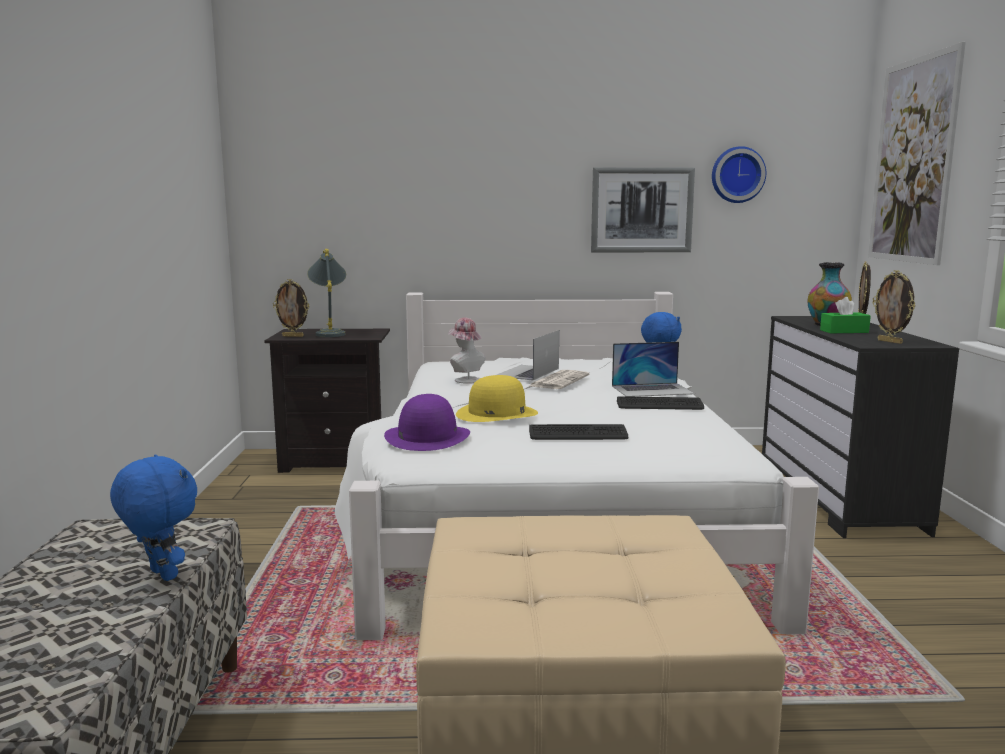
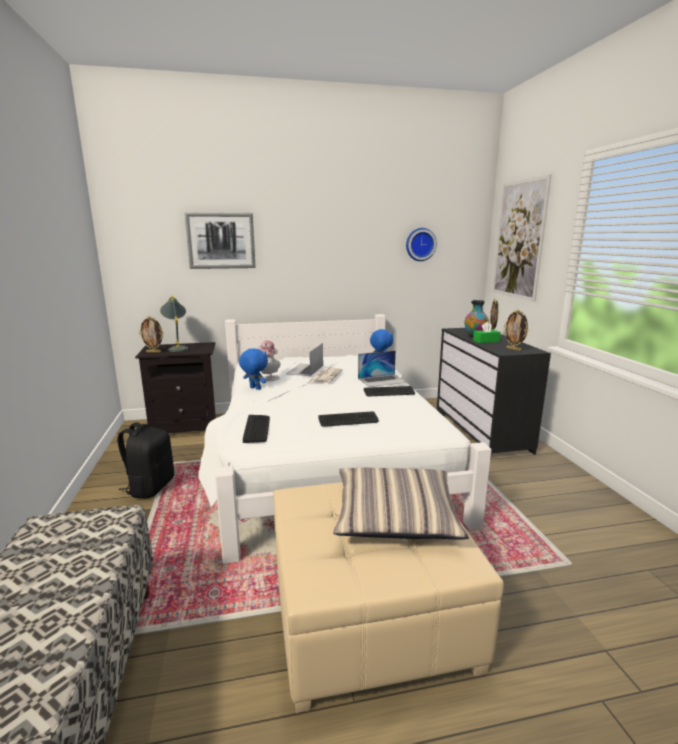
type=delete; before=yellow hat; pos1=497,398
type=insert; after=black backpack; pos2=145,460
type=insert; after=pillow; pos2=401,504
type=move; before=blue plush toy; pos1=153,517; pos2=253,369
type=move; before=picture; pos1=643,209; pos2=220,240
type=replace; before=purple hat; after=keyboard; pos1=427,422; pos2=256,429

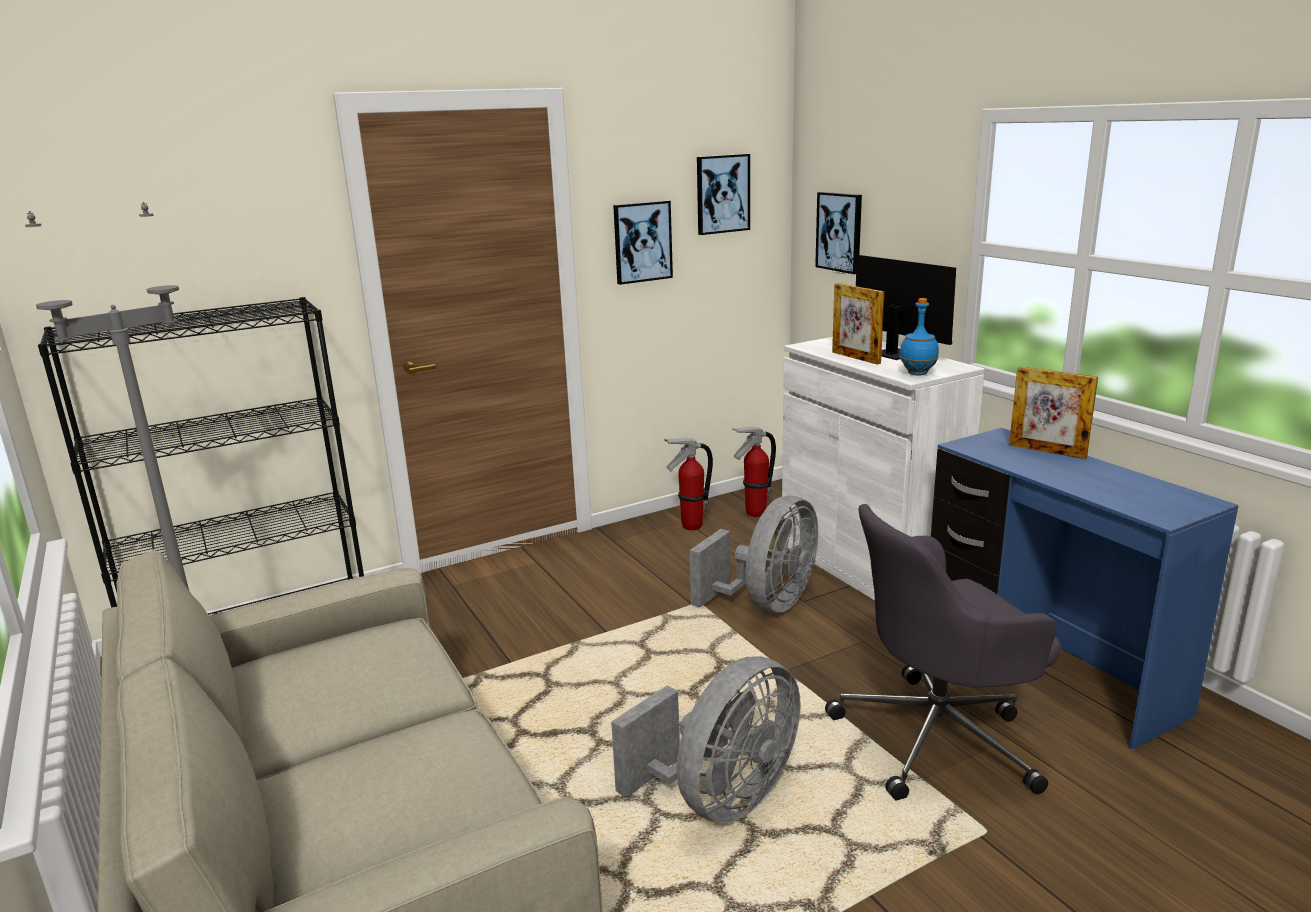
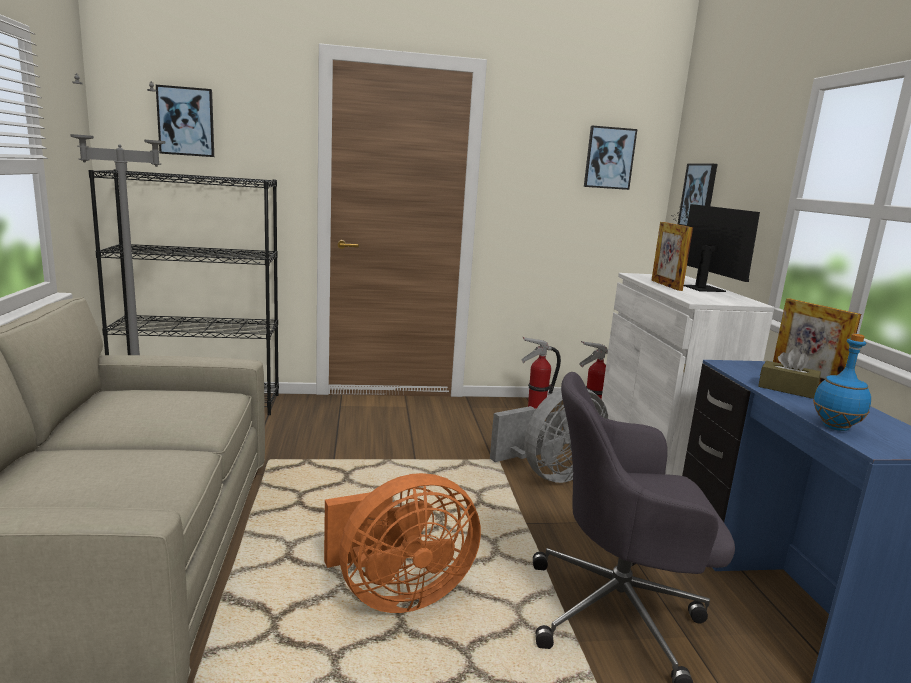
type=insert; after=brown tissue box; pos2=789,374
type=move; before=picture; pos1=643,242; pos2=185,121
type=move; before=blue bottle; pos1=919,336; pos2=842,382
type=recolor; before=grey fan; after=orange fan; pos1=706,739; pos2=402,543

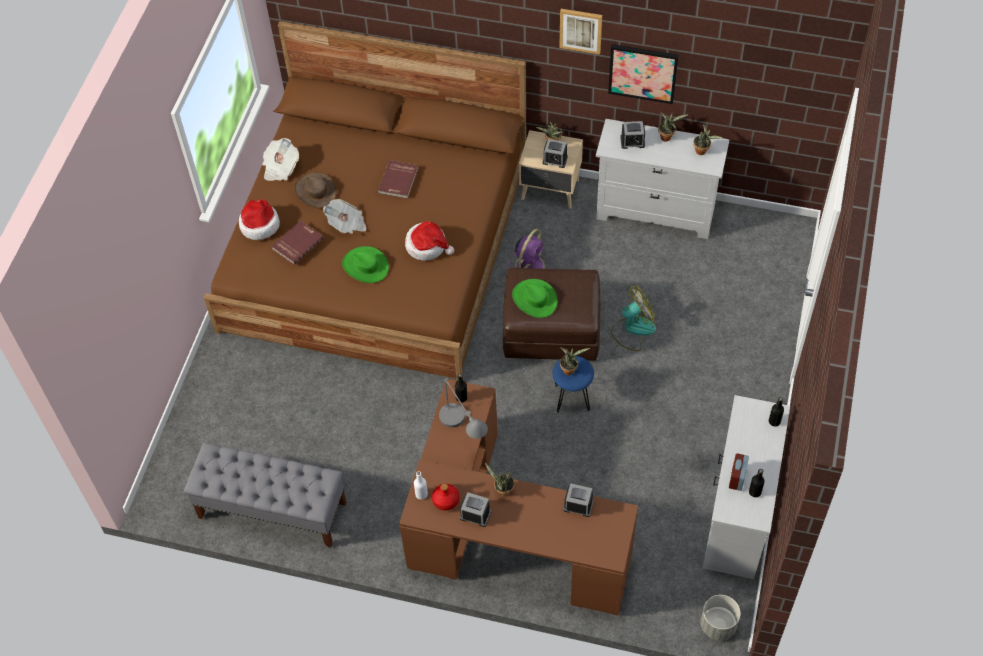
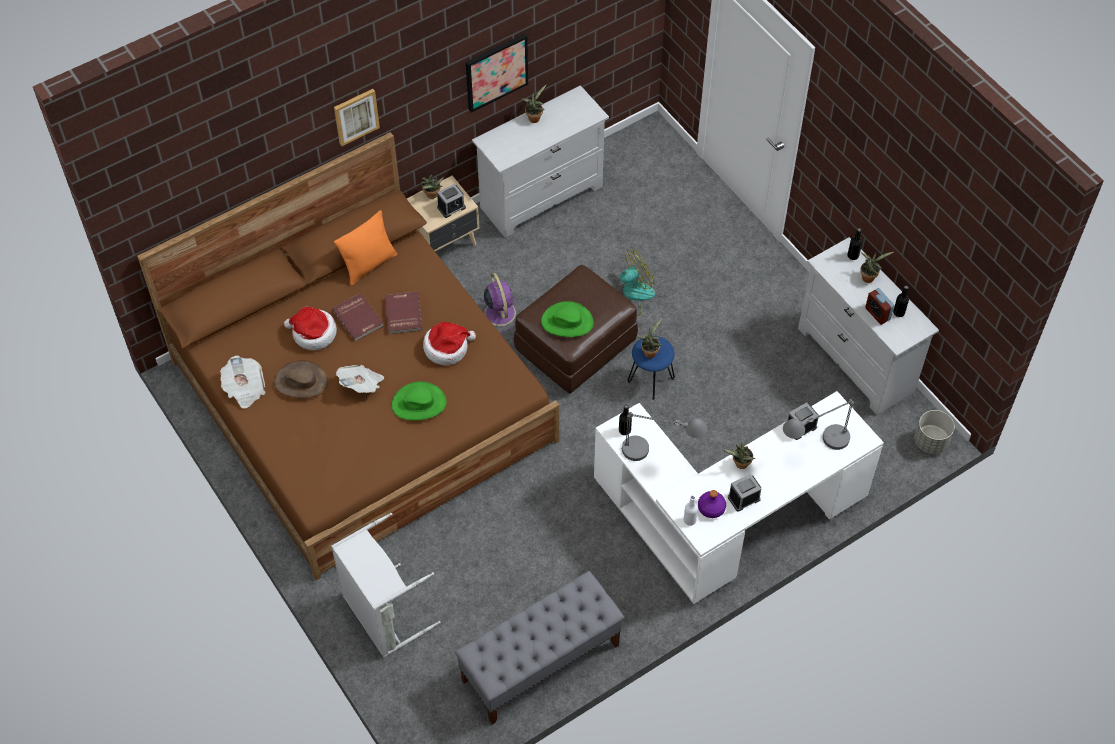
type=delete; before=alarm clock; pos1=632,135
type=insert; after=grey laundry basket; pos2=386,585
type=insert; after=orange pillow; pos2=365,248
type=insert; after=grey table lamp; pos2=818,424
type=move; before=hat; pos1=259,219; pos2=310,328
type=move; before=red book; pos1=297,243; pos2=404,313
type=move; before=picture; pos1=580,32; pos2=357,117
type=move; before=potted plant; pos1=707,139; pos2=877,267
type=recolor; before=brown desk; after=white desk; pos1=518,497; pos2=739,497
type=recolor; before=red bottle; after=purple bottle; pos1=445,496; pos2=712,504
type=rotate; before=fan; pos1=633,318; pos2=635,282; turn=45

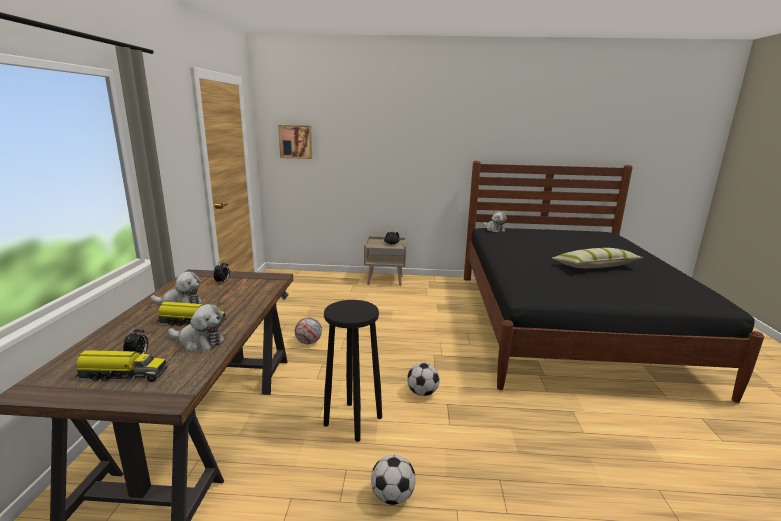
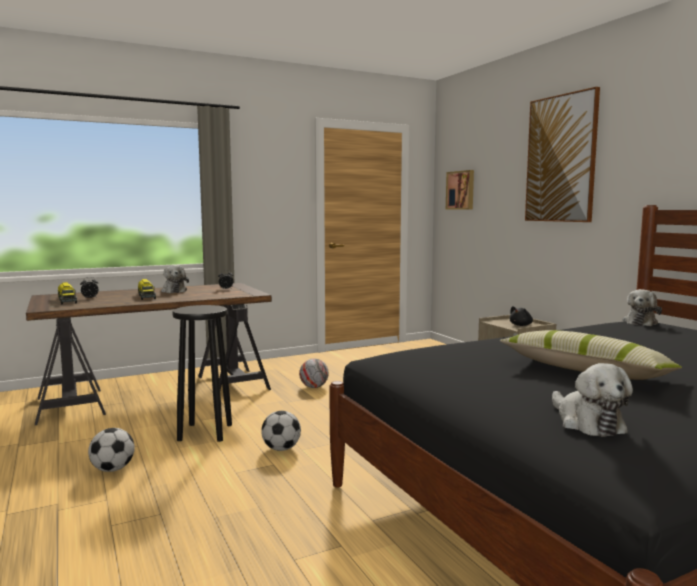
type=insert; after=picture; pos2=562,154
type=move; before=plush toy; pos1=196,328; pos2=592,400

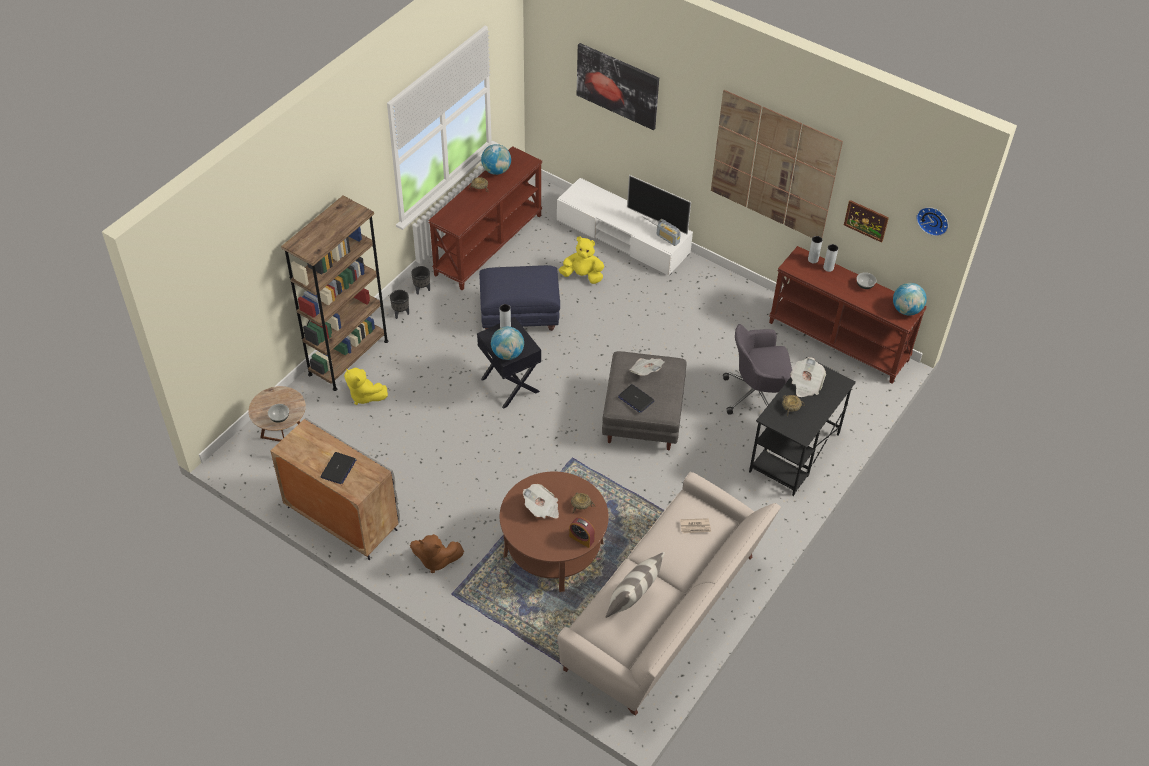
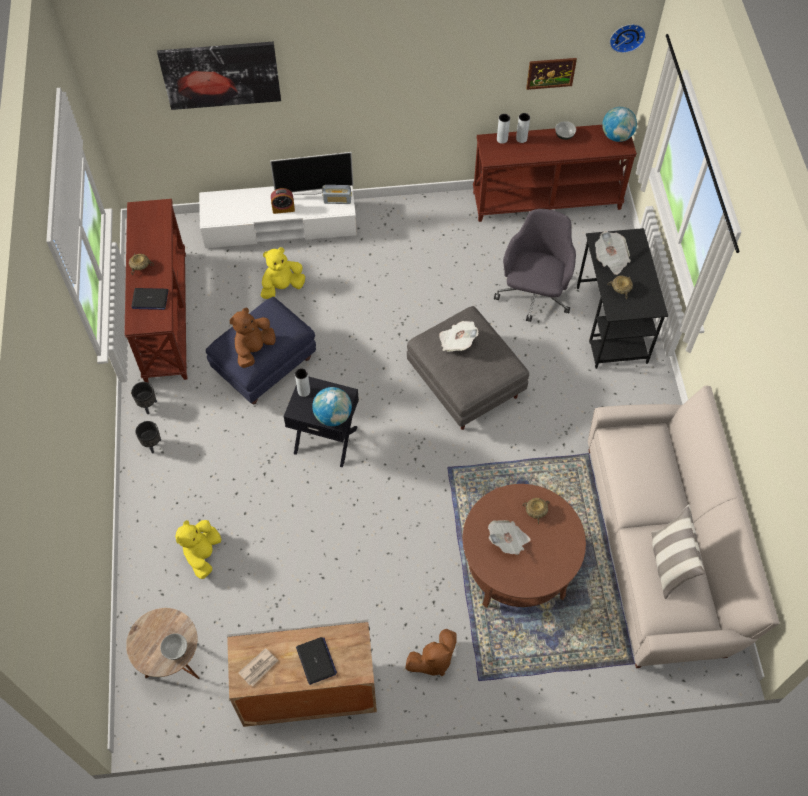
type=delete; before=brown bookcase; pos1=335,293
type=delete; before=globe; pos1=496,159
type=delete; before=picture; pos1=777,164
type=insert; after=brown plush toy; pos2=253,338
type=move; before=alarm clock; pos1=582,532; pos2=283,201
type=move; before=laptop; pos1=636,398; pos2=149,299
type=move; before=newspaper; pos1=695,526; pos2=258,667
type=rotate; before=yellow plush toy; pos1=366,386; pos2=198,549; turn=105
type=rotate; before=grey office chair; pos1=757,369; pos2=535,265; turn=150

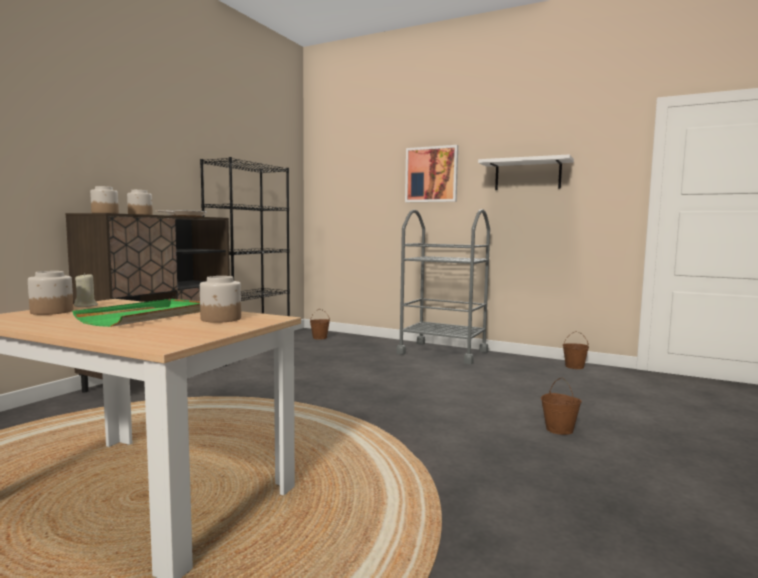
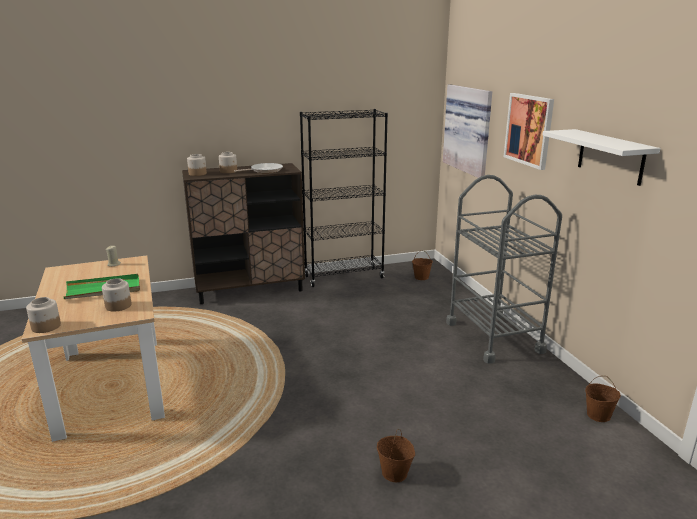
type=insert; after=picture; pos2=467,131
type=move; before=jar; pos1=50,293; pos2=43,315

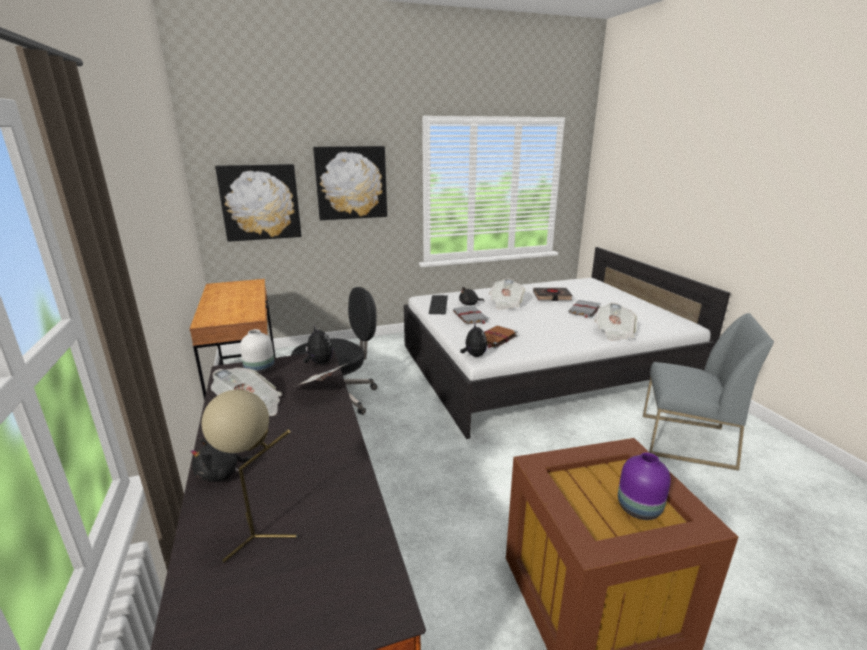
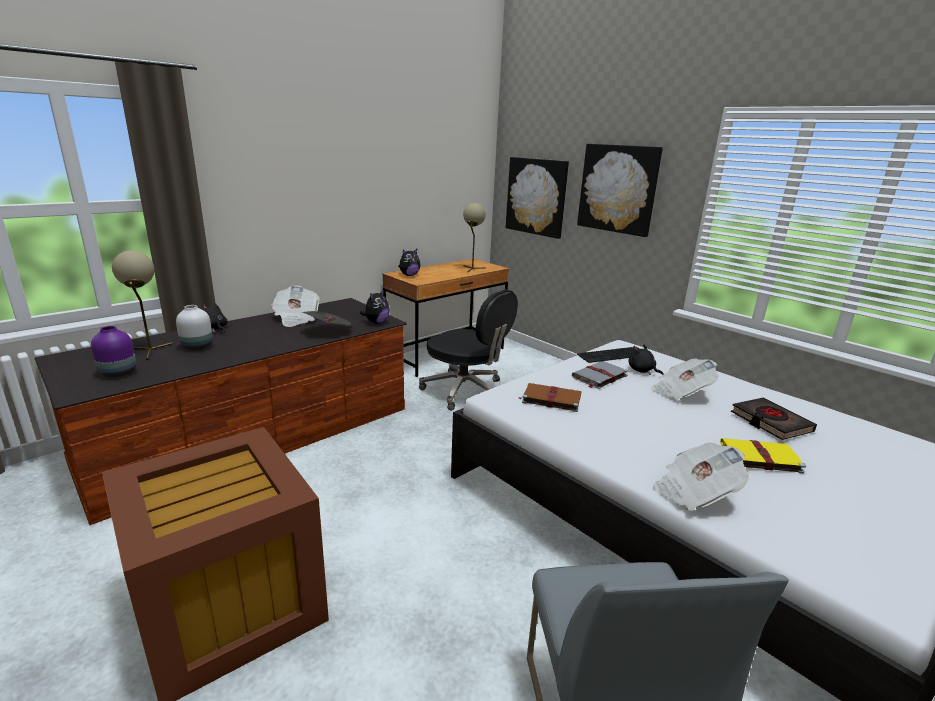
type=insert; after=beige table lamp; pos2=474,237
type=move; before=white vase; pos1=257,351; pos2=194,327
type=move; before=plush toy; pos1=473,339; pos2=409,262
type=move; before=purple vase; pos1=644,486; pos2=113,352
type=recolor; before=grey book; after=yellow book; pos1=584,309; pos2=763,456

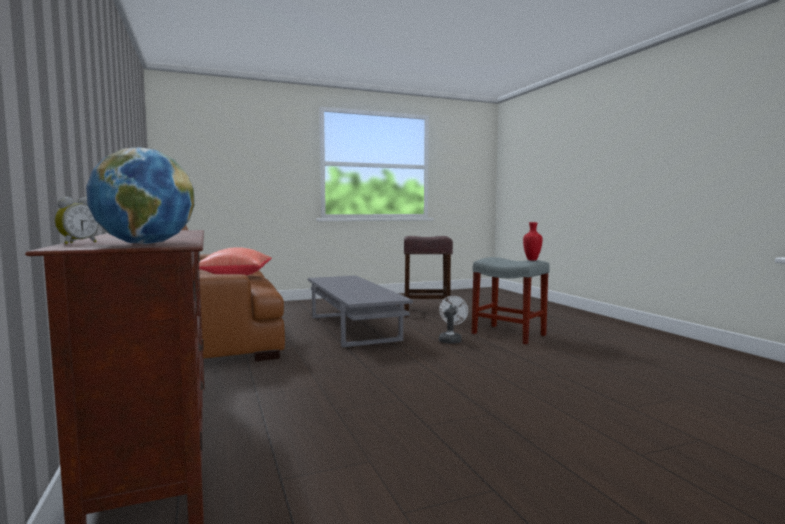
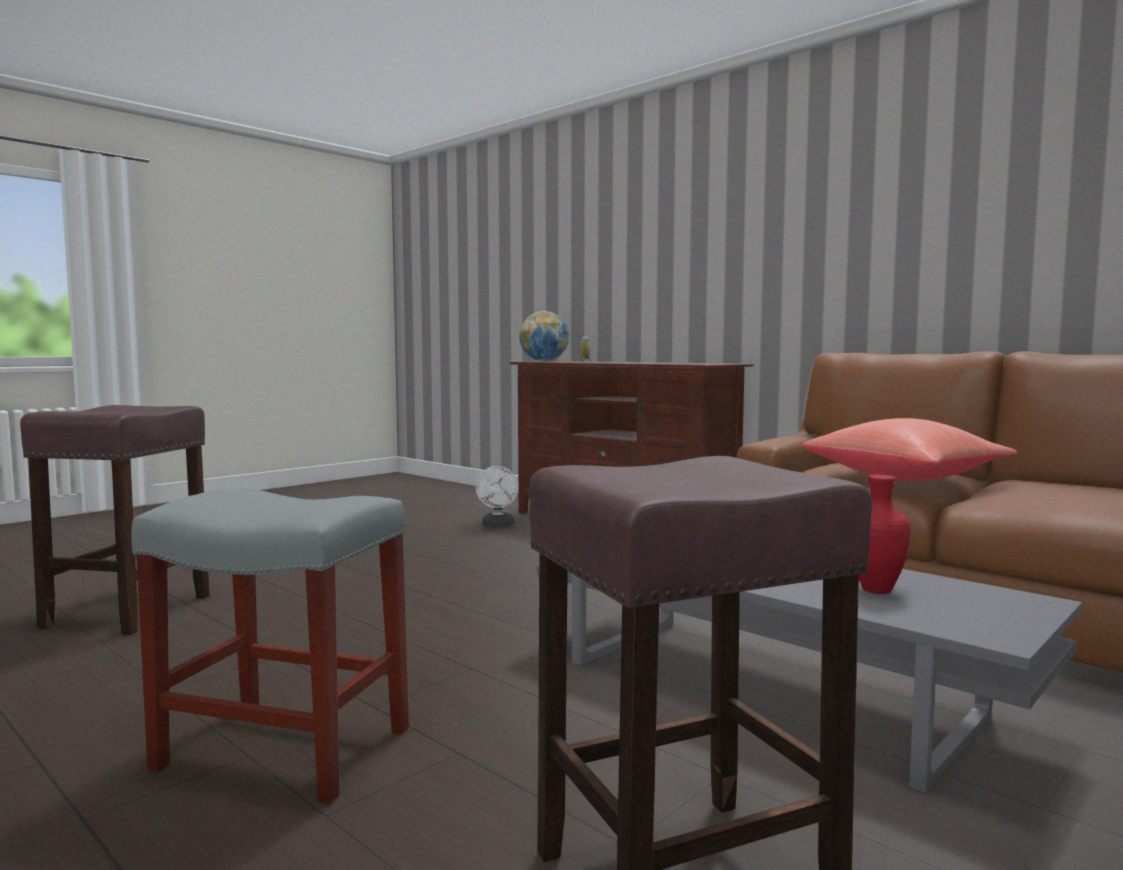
type=insert; after=brown stool; pos2=115,520
type=move; before=white fan; pos1=453,320; pos2=497,496
type=move; before=red vase; pos1=533,241; pos2=885,534

